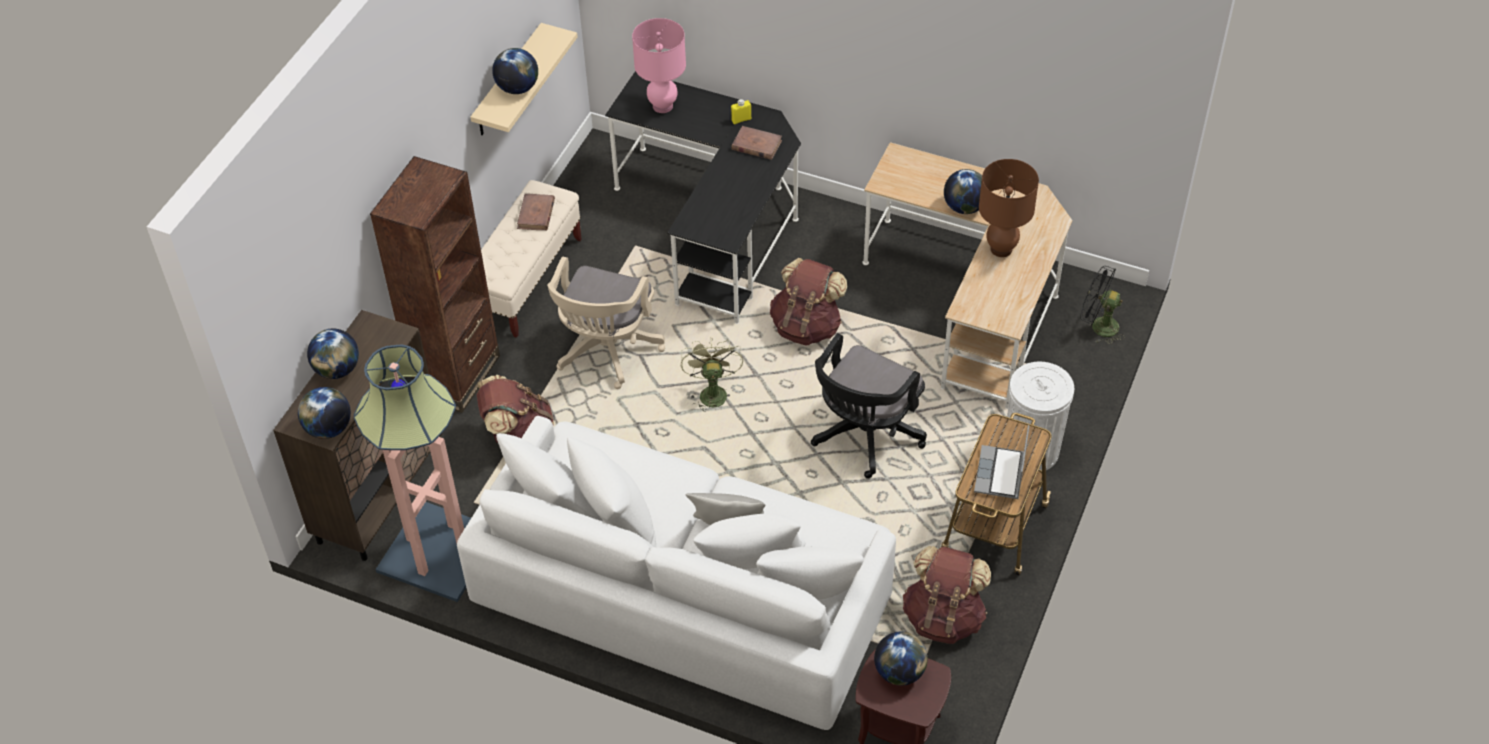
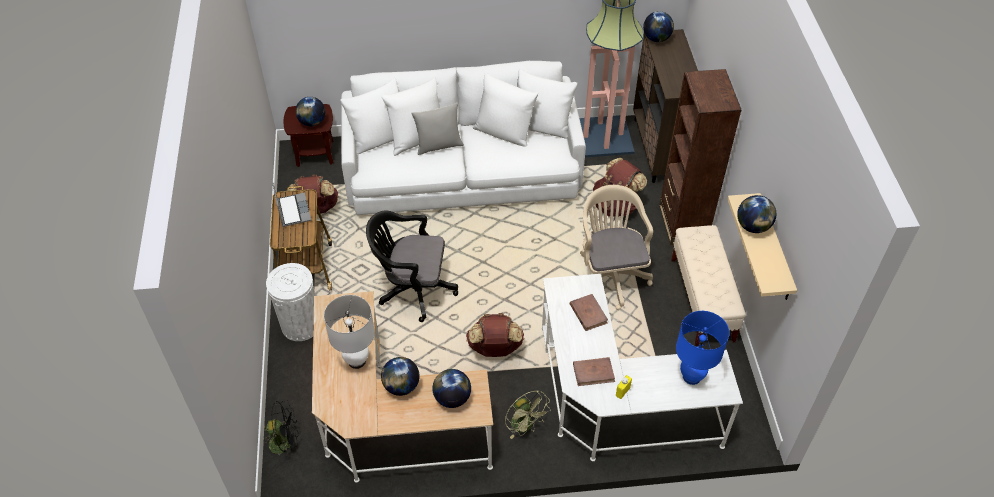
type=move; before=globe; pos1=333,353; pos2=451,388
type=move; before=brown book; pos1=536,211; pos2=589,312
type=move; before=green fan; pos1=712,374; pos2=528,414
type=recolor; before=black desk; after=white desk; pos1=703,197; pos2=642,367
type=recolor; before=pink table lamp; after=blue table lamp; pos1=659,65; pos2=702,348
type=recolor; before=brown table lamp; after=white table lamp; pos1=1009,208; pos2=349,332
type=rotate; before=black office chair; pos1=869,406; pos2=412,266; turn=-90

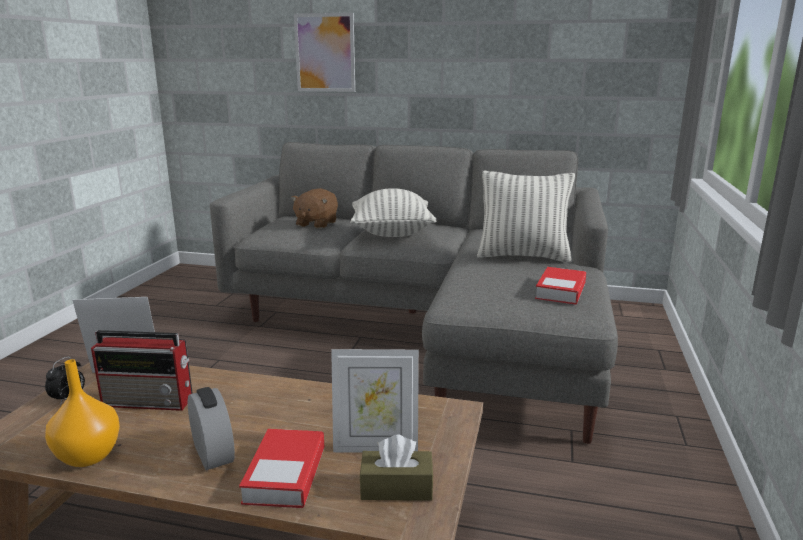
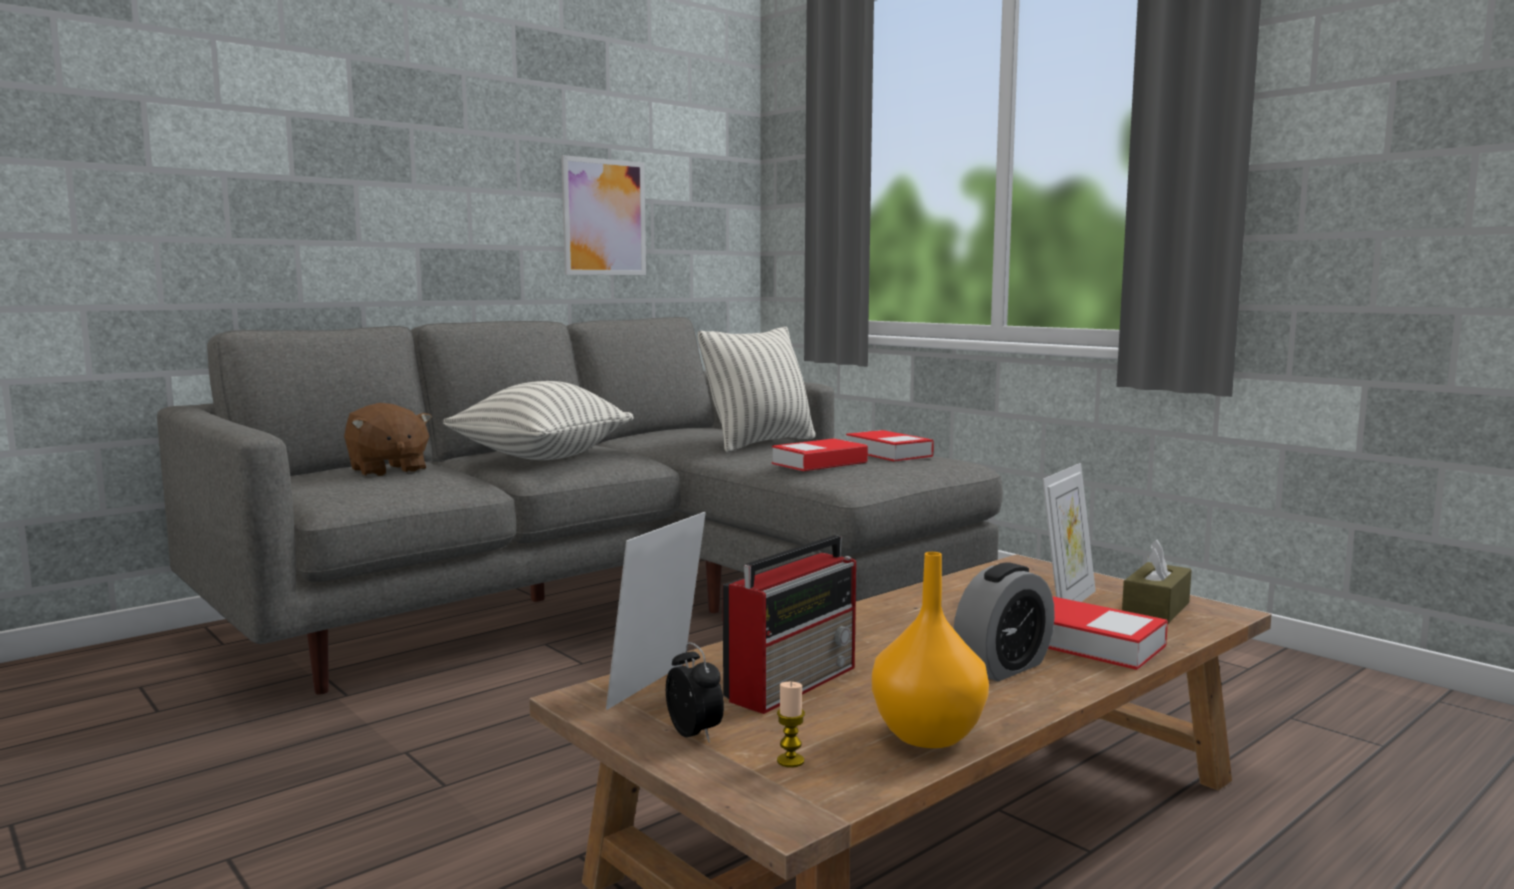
type=insert; after=book; pos2=820,455
type=insert; after=candle; pos2=791,725
type=move; before=picture; pos1=324,52; pos2=603,215
type=rotate; before=alarm clock; pos1=211,428; pos2=1004,622; turn=135

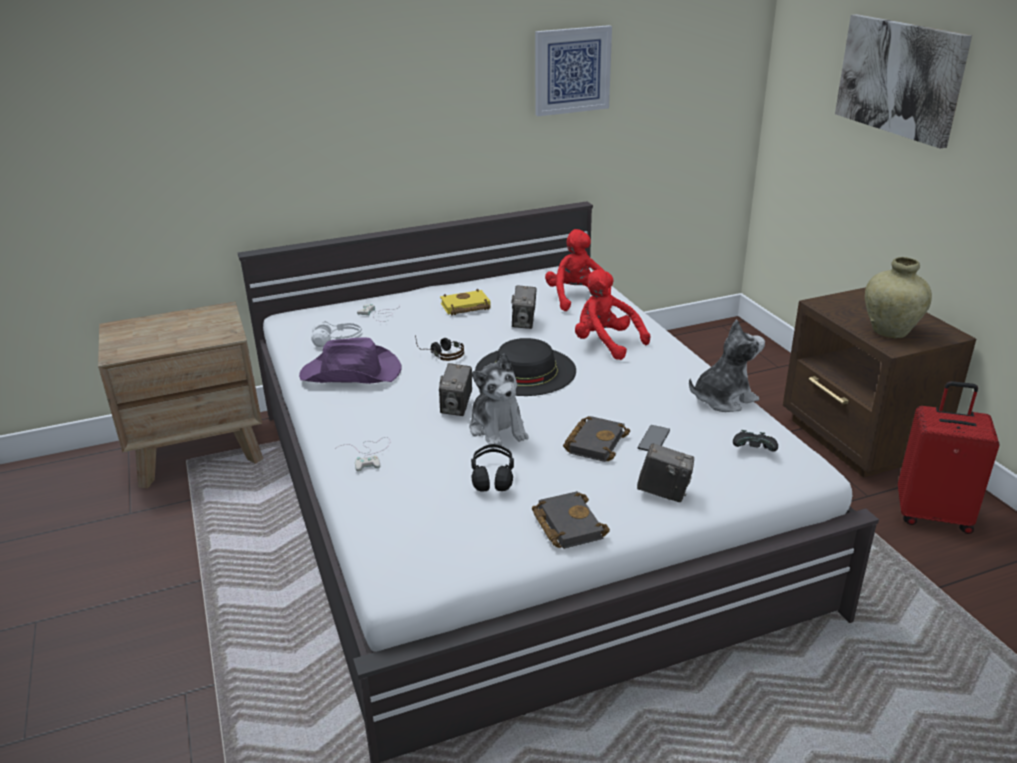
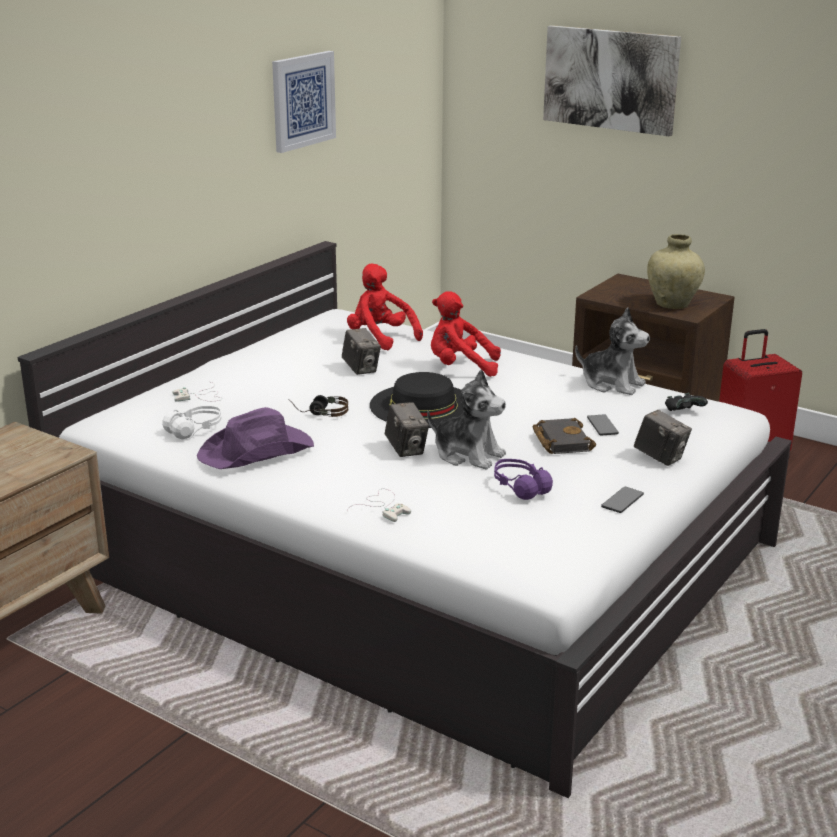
type=delete; before=yellow book; pos1=465,302
type=replace; before=black book; after=phone; pos1=571,520; pos2=622,500
type=recolor; before=black headphones; after=purple headphones; pos1=492,467; pos2=523,479
type=rotate; before=photo camera; pos1=665,472; pos2=663,438; turn=60
type=rotate; before=plush toy; pos1=727,365; pos2=612,351; turn=90

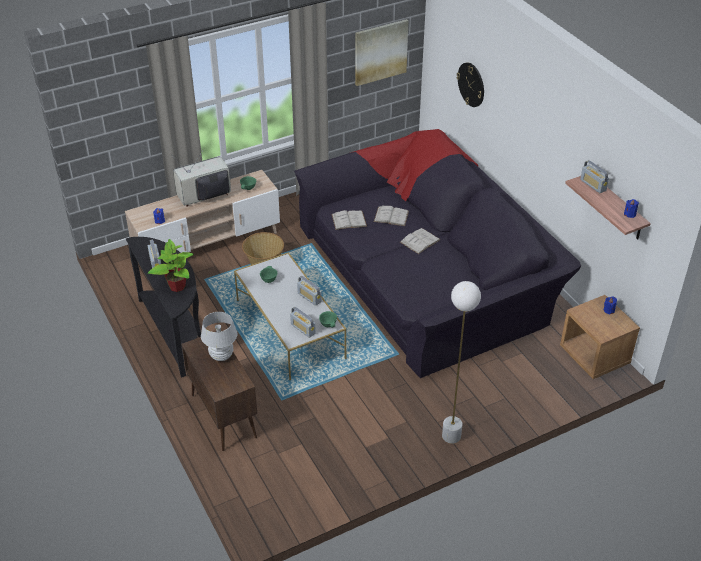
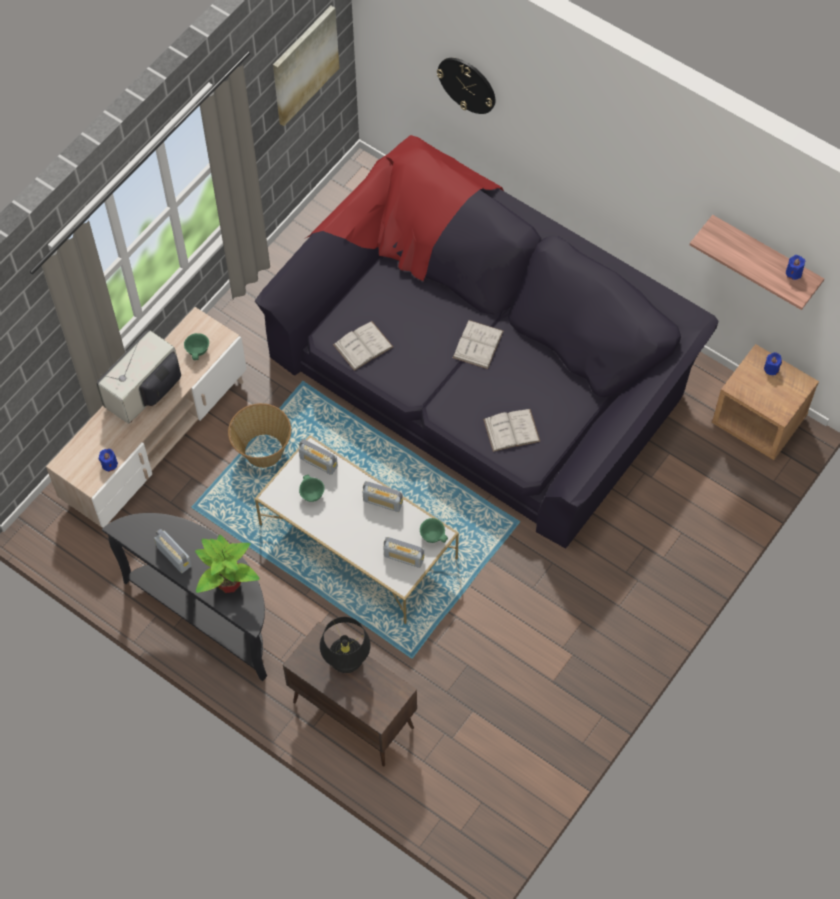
type=delete; before=white floor lamp; pos1=461,362
type=move; before=white book; pos1=391,215; pos2=511,430
type=move; before=radio; pos1=594,176; pos2=318,457
type=recolor; before=white table lamp; after=black table lamp; pos1=219,336; pos2=345,645

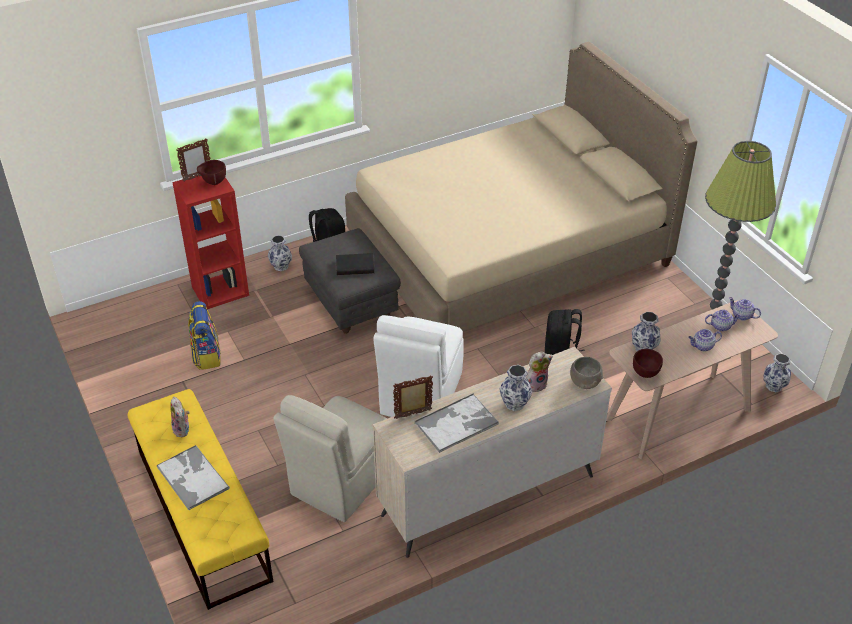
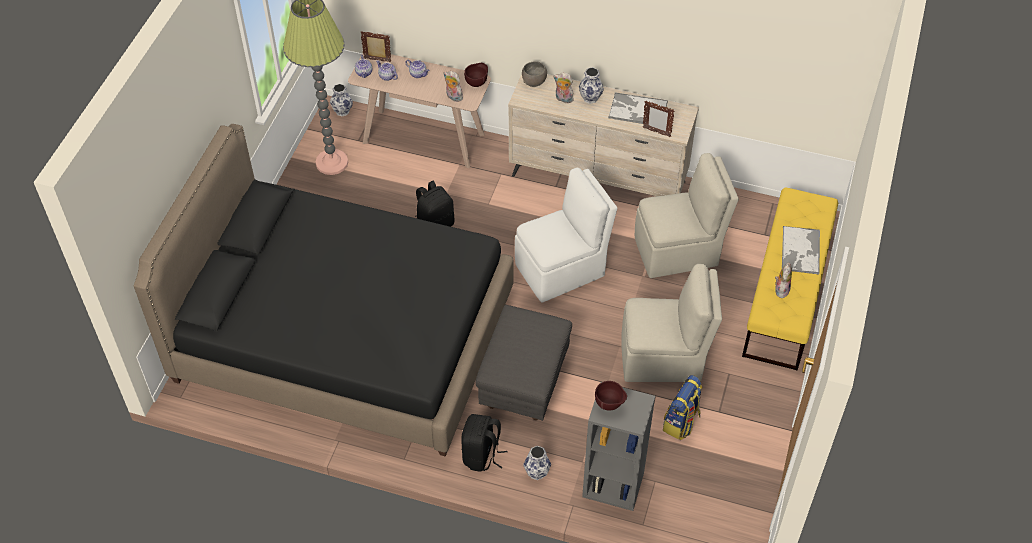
type=delete; before=black book; pos1=355,264
type=insert; after=beige chair; pos2=672,323
type=move; before=picture frame; pos1=193,160; pos2=375,46
type=replace; before=vase; after=plush toy; pos1=646,331; pos2=454,86
type=recolor; before=red bookcase; after=grey bookcase; pos1=211,242; pos2=618,446
type=recolor; before=beige bed; after=black bed; pos1=521,187; pos2=324,290

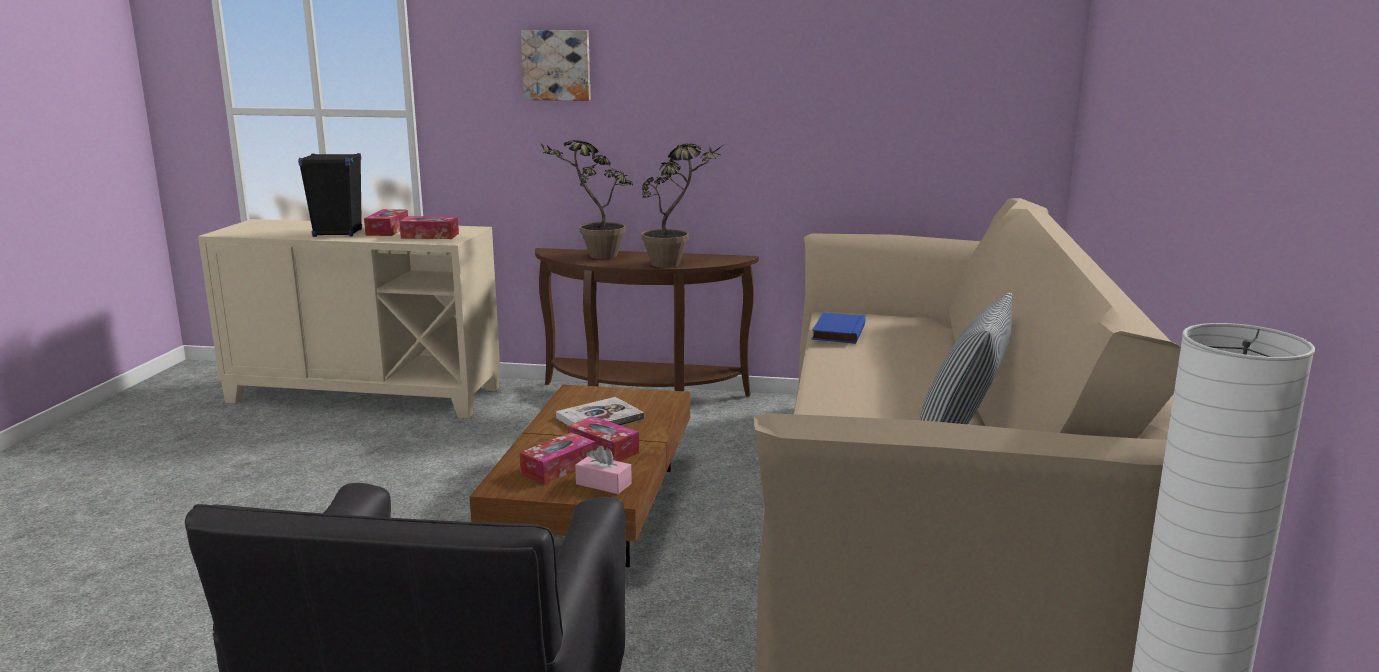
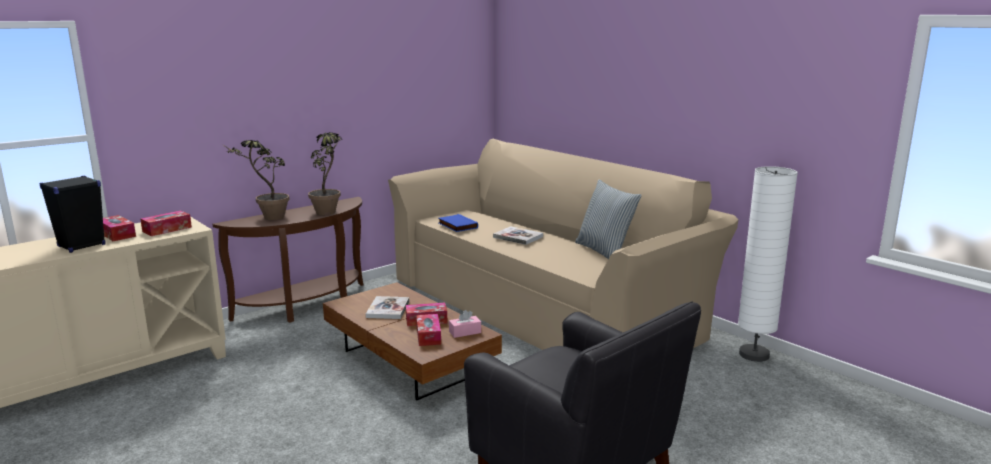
type=delete; before=picture; pos1=556,65
type=insert; after=book; pos2=518,235

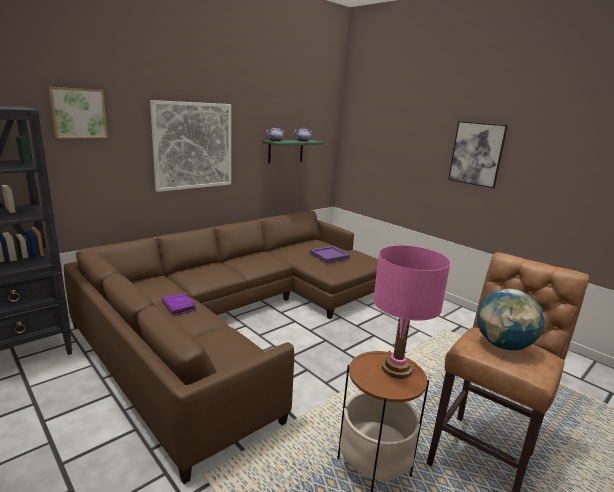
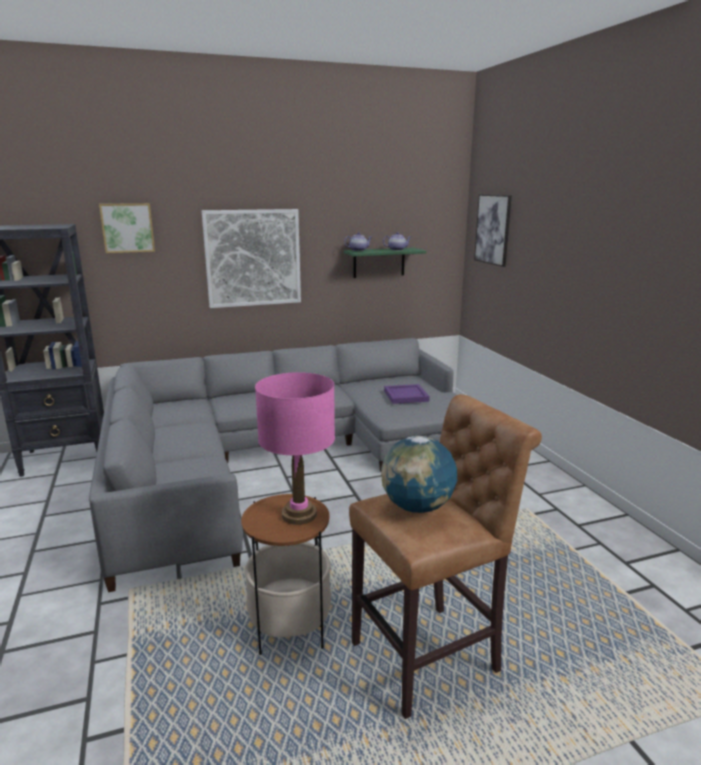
type=delete; before=purple book; pos1=179,304
type=move; before=picture; pos1=478,154; pos2=493,230
type=recolor; before=brown sofa; after=grey sofa; pos1=221,347; pos2=273,465

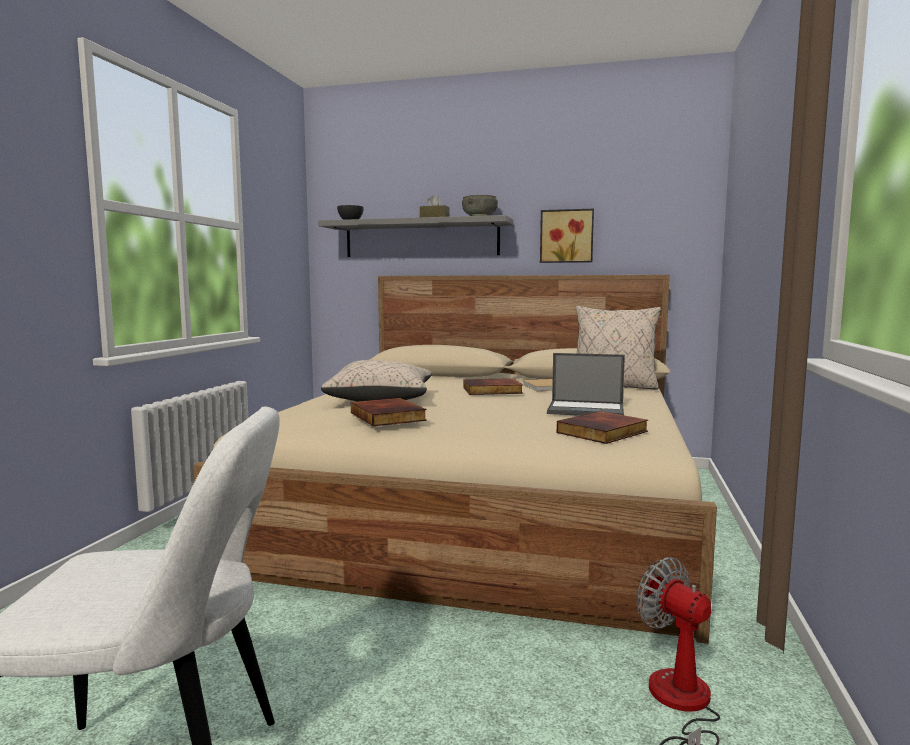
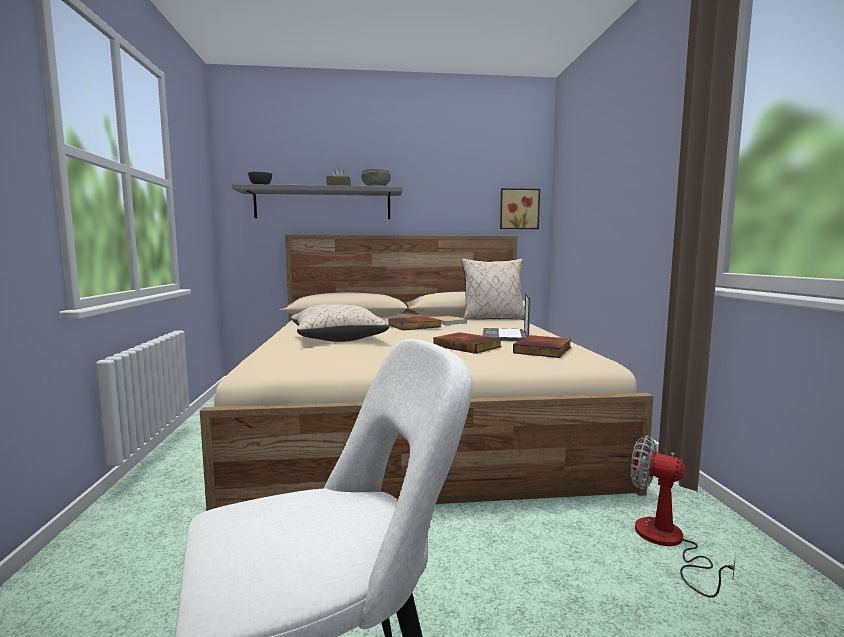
type=move; before=book; pos1=389,412; pos2=467,343
type=move; before=picture; pos1=567,236; pos2=520,208
type=rotate; before=laptop; pos1=586,384; pos2=506,317; turn=105

